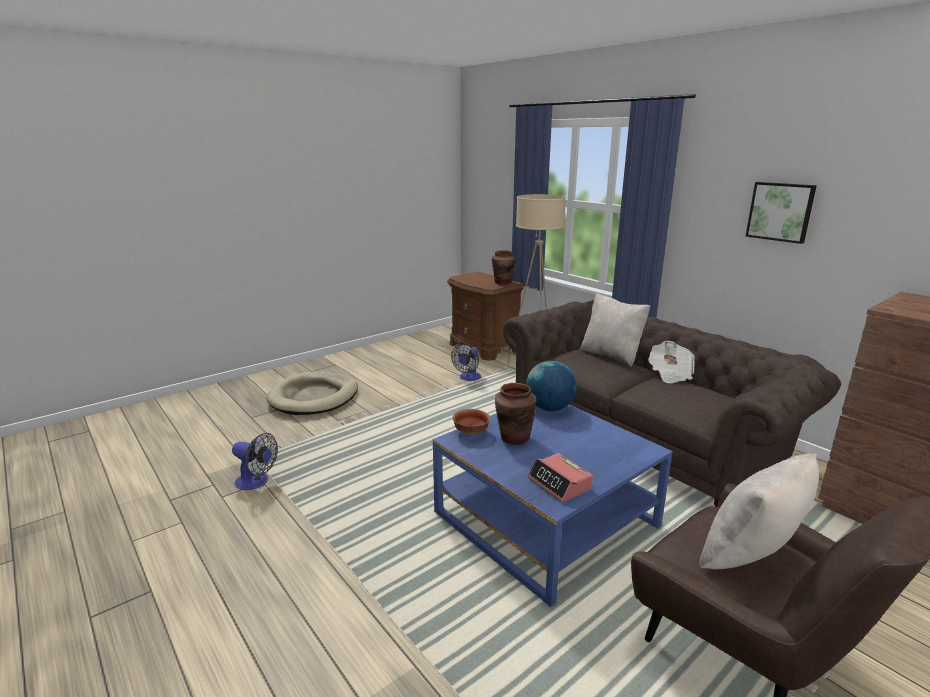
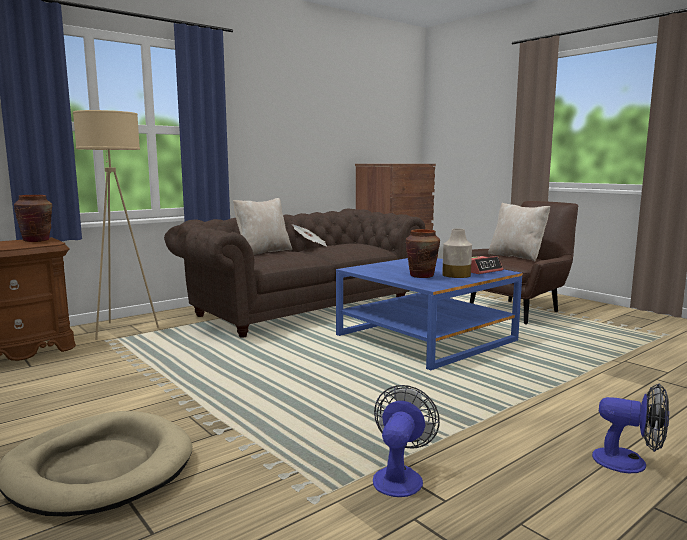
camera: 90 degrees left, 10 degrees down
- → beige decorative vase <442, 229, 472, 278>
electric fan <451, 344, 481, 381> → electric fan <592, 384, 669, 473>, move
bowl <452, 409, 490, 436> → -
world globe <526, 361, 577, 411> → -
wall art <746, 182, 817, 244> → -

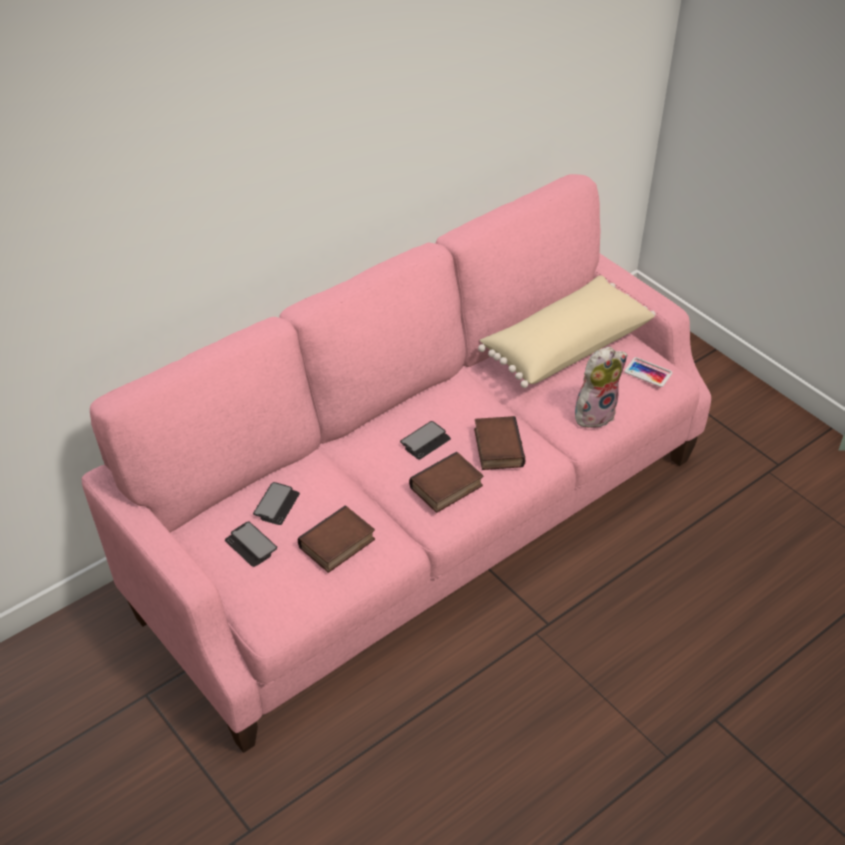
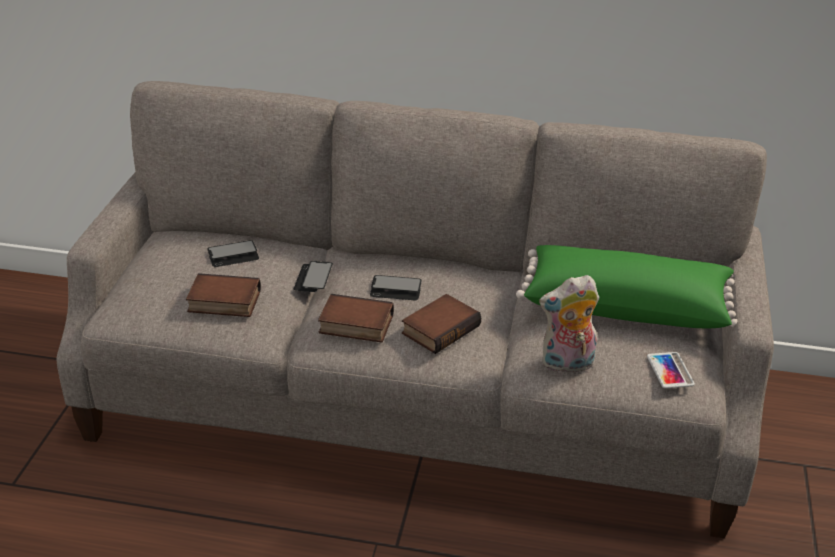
camera: 50 degrees right, 10 degrees down
pink-coloured settee <81, 174, 711, 753> → gray settee <56, 81, 774, 538>
telephone <225, 521, 277, 567> → telephone <294, 261, 333, 292>, move
beige throw pillow <478, 276, 656, 388> → green throw pillow <516, 245, 738, 328>
cuddly toy <575, 347, 628, 428> → cuddly toy <539, 275, 599, 373>, 150 degrees clockwise

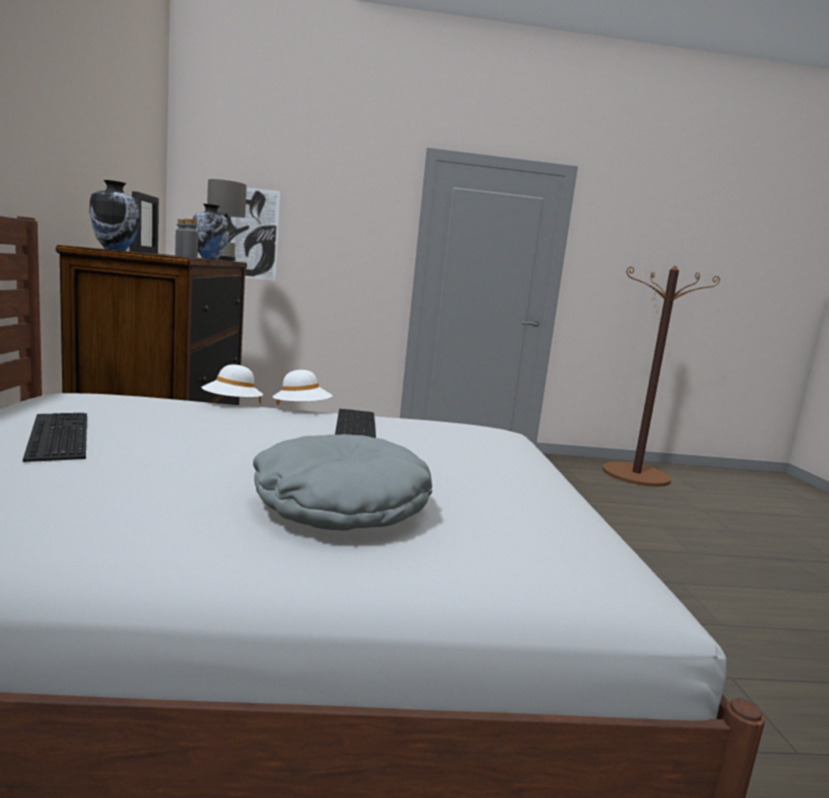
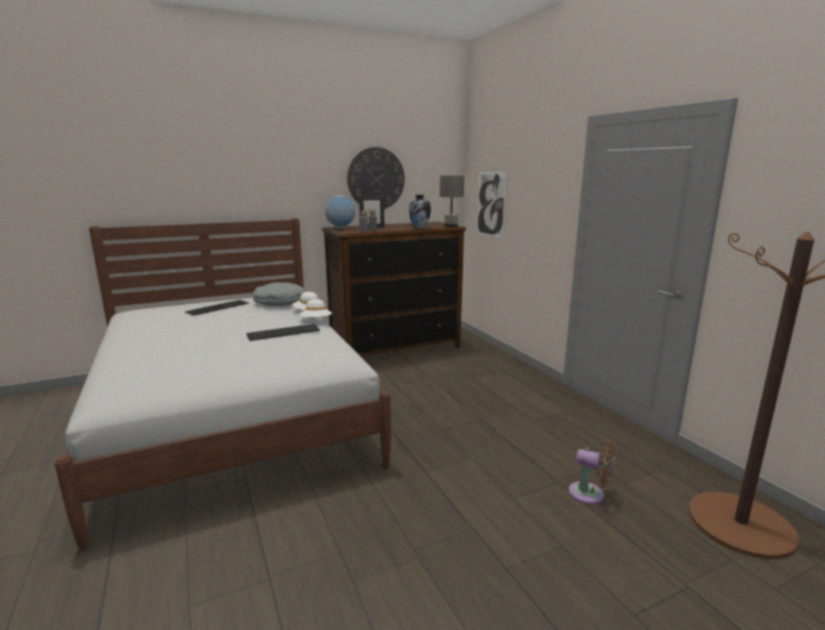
camera: 70 degrees right, 5 degrees up
gray throw pillow <253, 434, 432, 530> → gray throw pillow <253, 282, 305, 306>, move
decorative vase <90, 180, 140, 251> → world globe <324, 195, 355, 229>
- → clock on the wall <347, 147, 405, 209>
- → brown electric fan <569, 440, 616, 505>

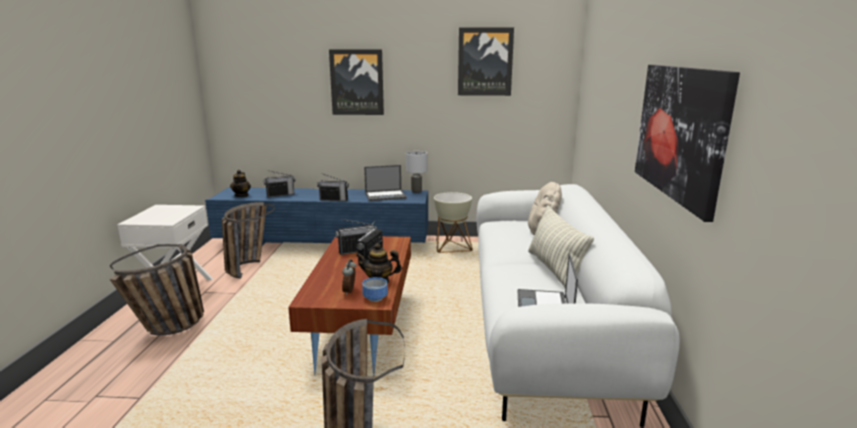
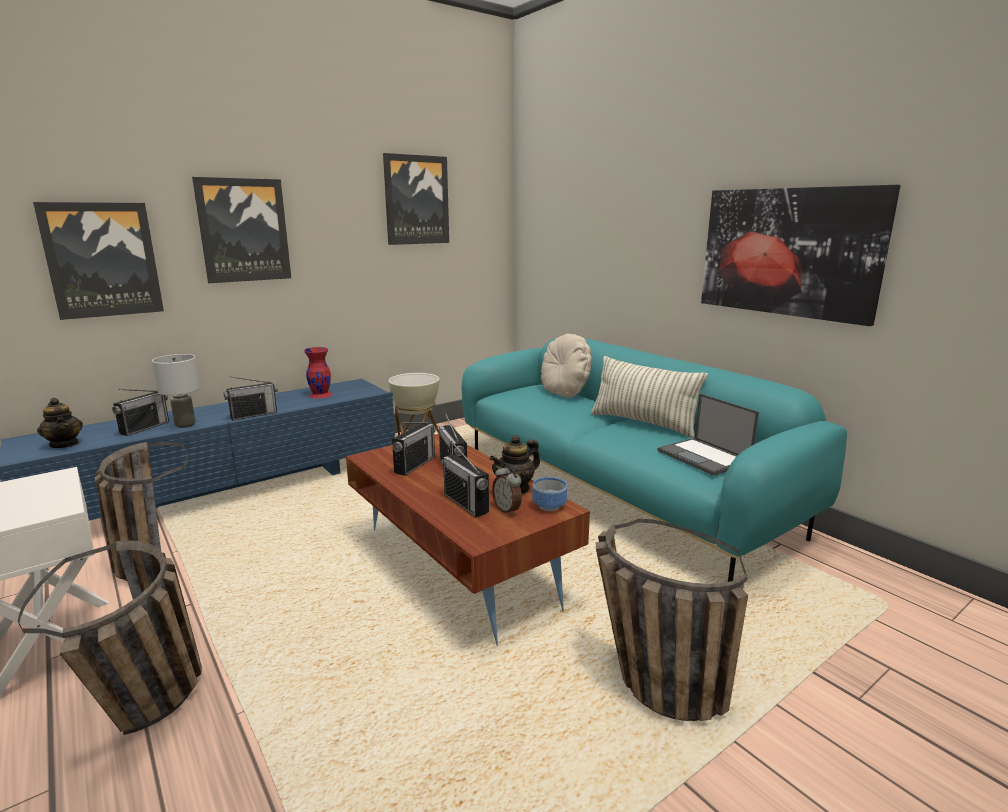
camera: 40 degrees left, 0 degrees up
- → wall art <33, 202, 164, 320>
white-coloured tabletop lamp <406, 151, 427, 193> → white-coloured tabletop lamp <152, 354, 200, 428>, move
portable computer <364, 165, 407, 201> → red-coloured decorative vase <304, 347, 332, 399>
- → radio <442, 441, 489, 517>
white-coloured settee <477, 184, 680, 428> → turquoise settee <462, 338, 847, 582>

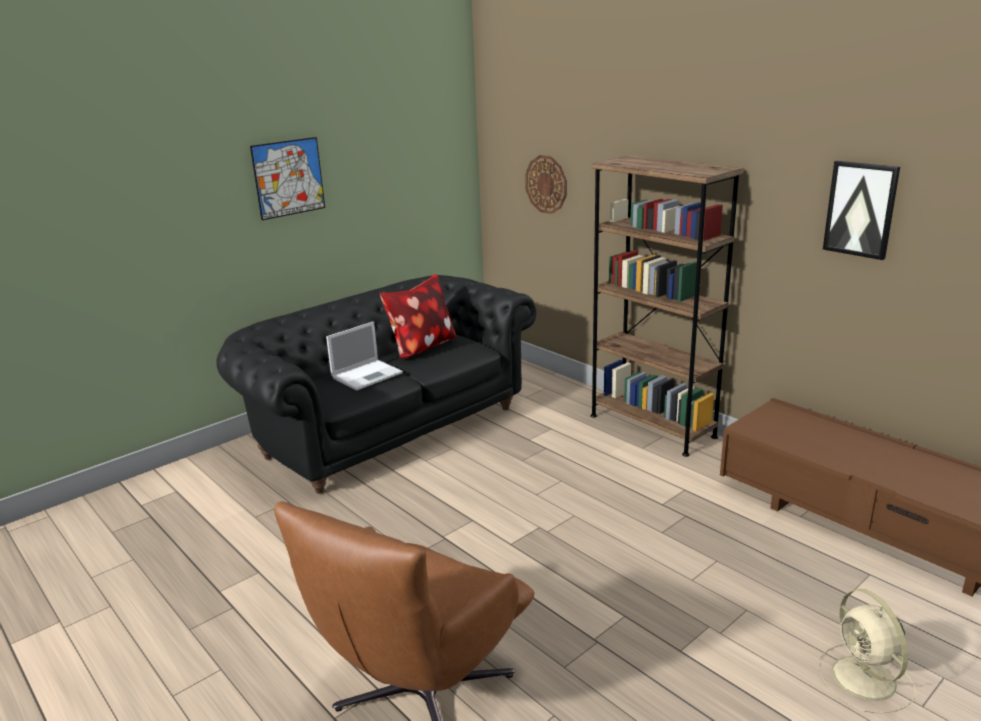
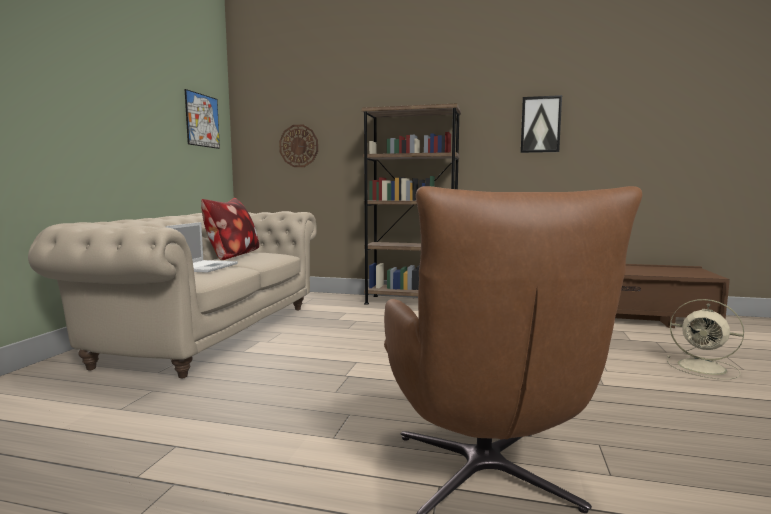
camera: 35 degrees left, 15 degrees down
black settee <216, 275, 537, 494> → beige settee <28, 211, 317, 379>
wall art <250, 137, 325, 220> → wall art <185, 89, 220, 149>, move

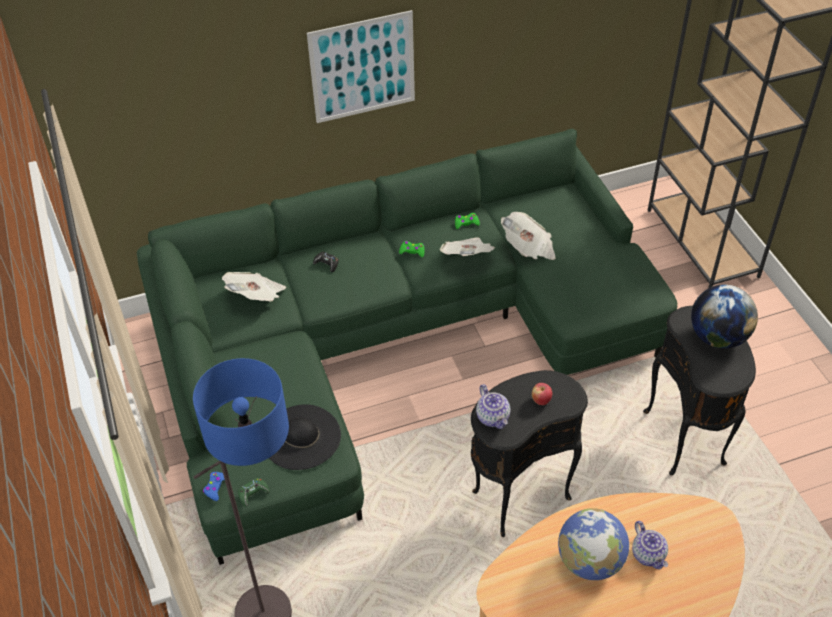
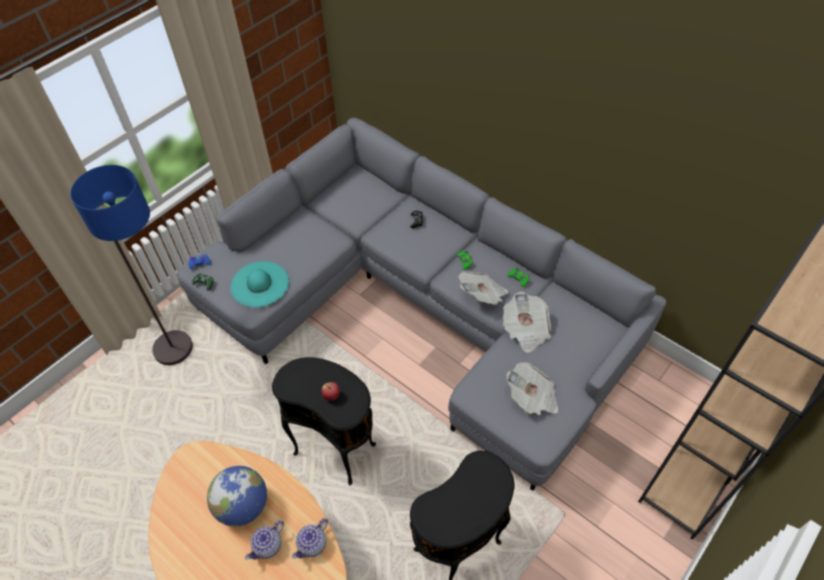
camera: 60 degrees right, 5 degrees up
green settee <137, 129, 677, 565> → gray settee <176, 118, 666, 491>
black wearable hat <269, 404, 341, 470> → turquoise wearable hat <231, 261, 289, 307>
pot for tea <476, 384, 510, 429> → pot for tea <292, 518, 328, 559>, move
daily paper <222, 272, 286, 302> → daily paper <507, 362, 558, 415>, move
wall art <307, 10, 415, 123> → -
world globe <691, 285, 758, 349> → -

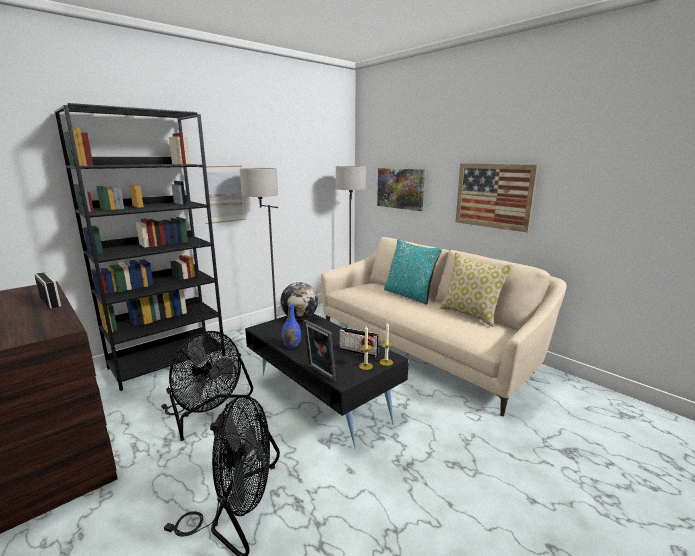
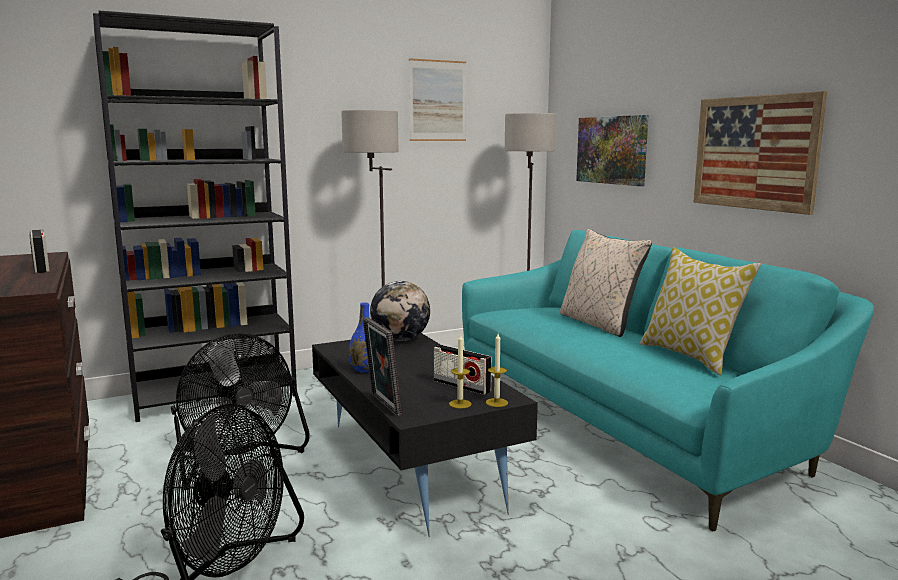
camera: 15 degrees right, 5 degrees down
wall art <199, 166, 246, 224> → wall art <409, 58, 466, 141>, move
beige settee <321, 237, 566, 417> → turquoise settee <462, 230, 874, 532>
turquoise throw pillow <384, 239, 442, 304> → beige throw pillow <560, 229, 652, 337>

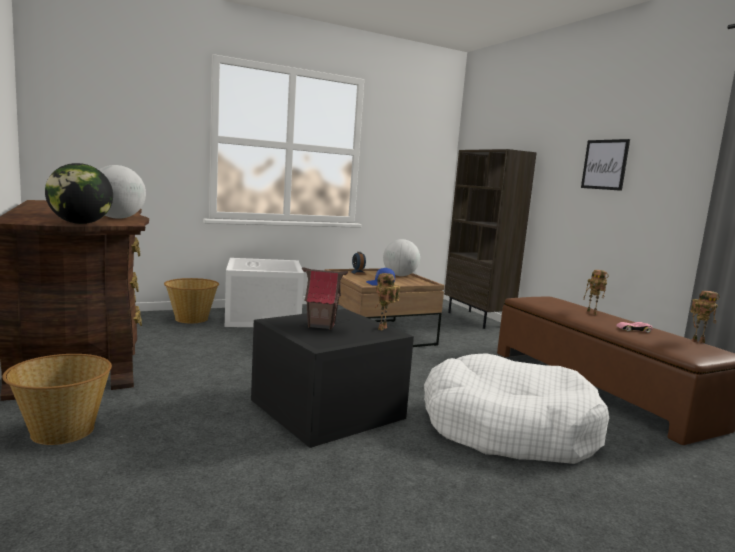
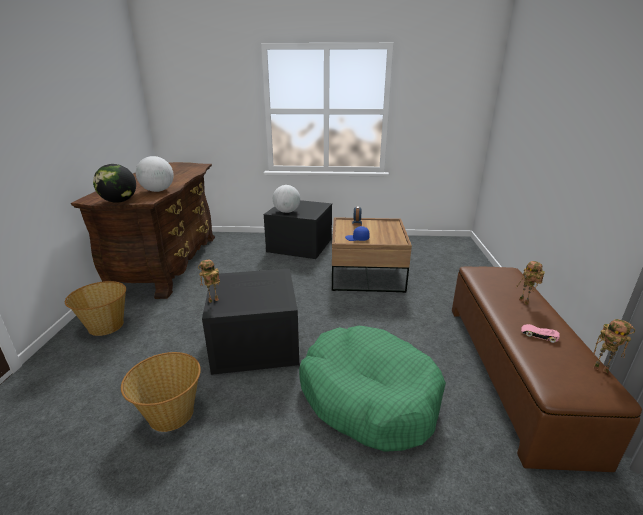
camera: 30 degrees right, 15 degrees up
basket <164, 278, 219, 323> → basket <121, 352, 201, 432>, move
model robot <375, 273, 400, 330> → model robot <198, 260, 220, 303>, move
white-coloured storage bin <225, 258, 304, 327> → black storage bin <264, 200, 332, 259>
world globe <383, 239, 420, 276> → world globe <273, 185, 300, 213>, move
white-coloured dog bed <424, 353, 609, 464> → green dog bed <299, 326, 446, 452>
toy house <302, 267, 348, 330> → -
brown bookshelf <444, 149, 537, 329> → -
wall art <581, 139, 630, 191> → -

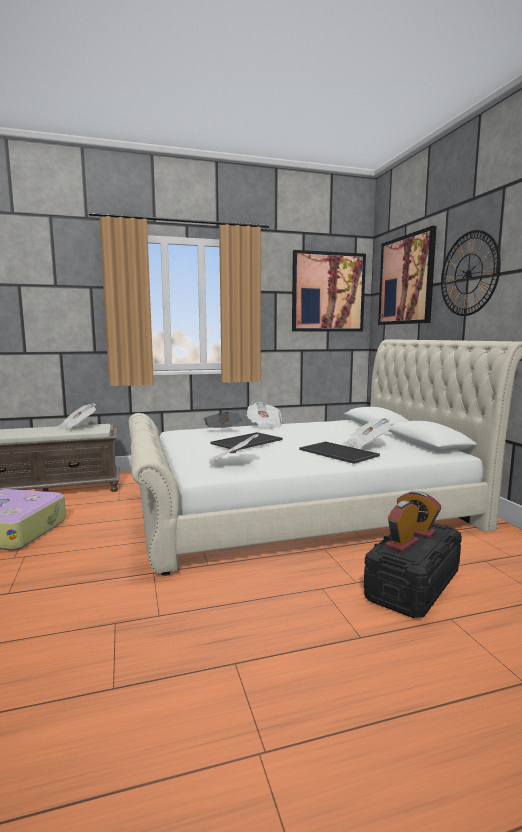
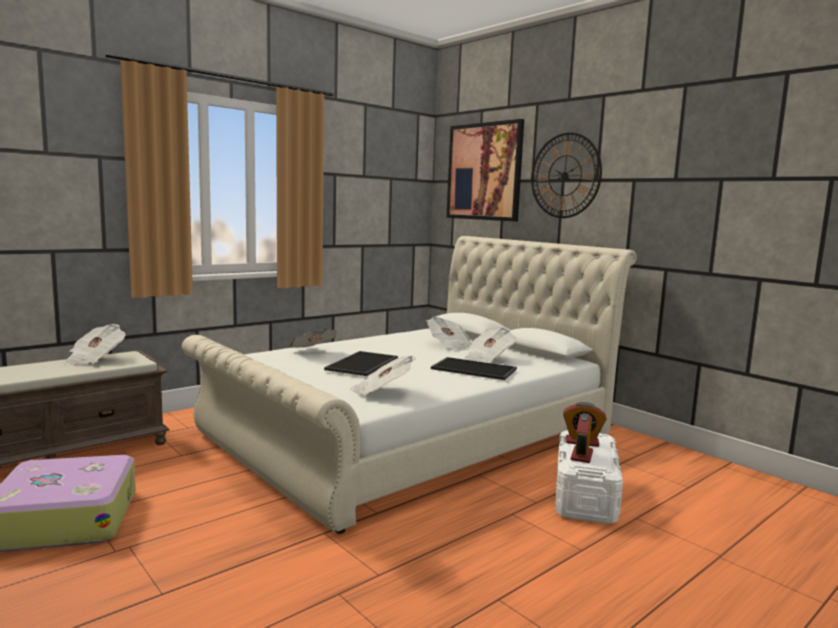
camera: 25 degrees left, 0 degrees up
daily paper <247, 402, 282, 430> → daily paper <427, 317, 472, 351>, move
black storage bin <364, 523, 462, 618> → white-coloured storage bin <555, 430, 623, 524>
wall art <292, 250, 366, 332> → -

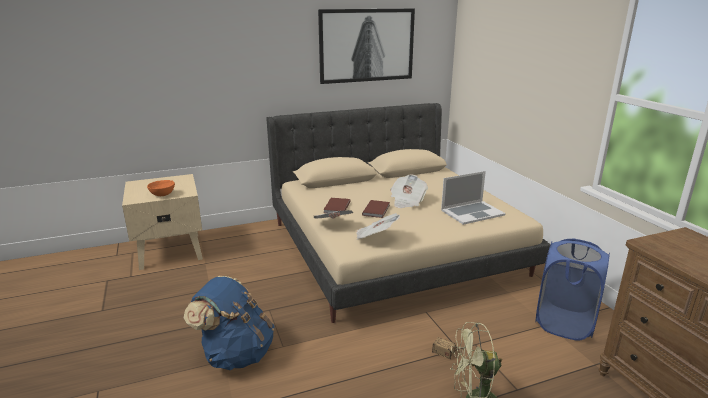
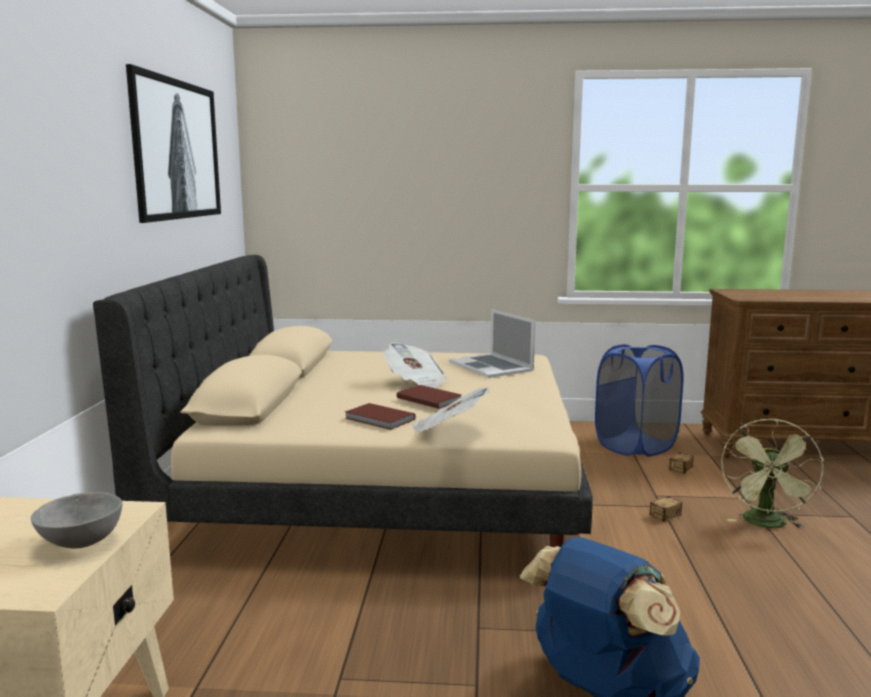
camera: 65 degrees left, 10 degrees down
orange bowl <147, 180, 175, 196> → gray bowl <31, 492, 123, 549>
portable computer <441, 171, 506, 225> → portable computer <449, 309, 535, 378>, 150 degrees clockwise
- → storage bin <669, 442, 694, 474>
daily paper <356, 213, 400, 240> → -

